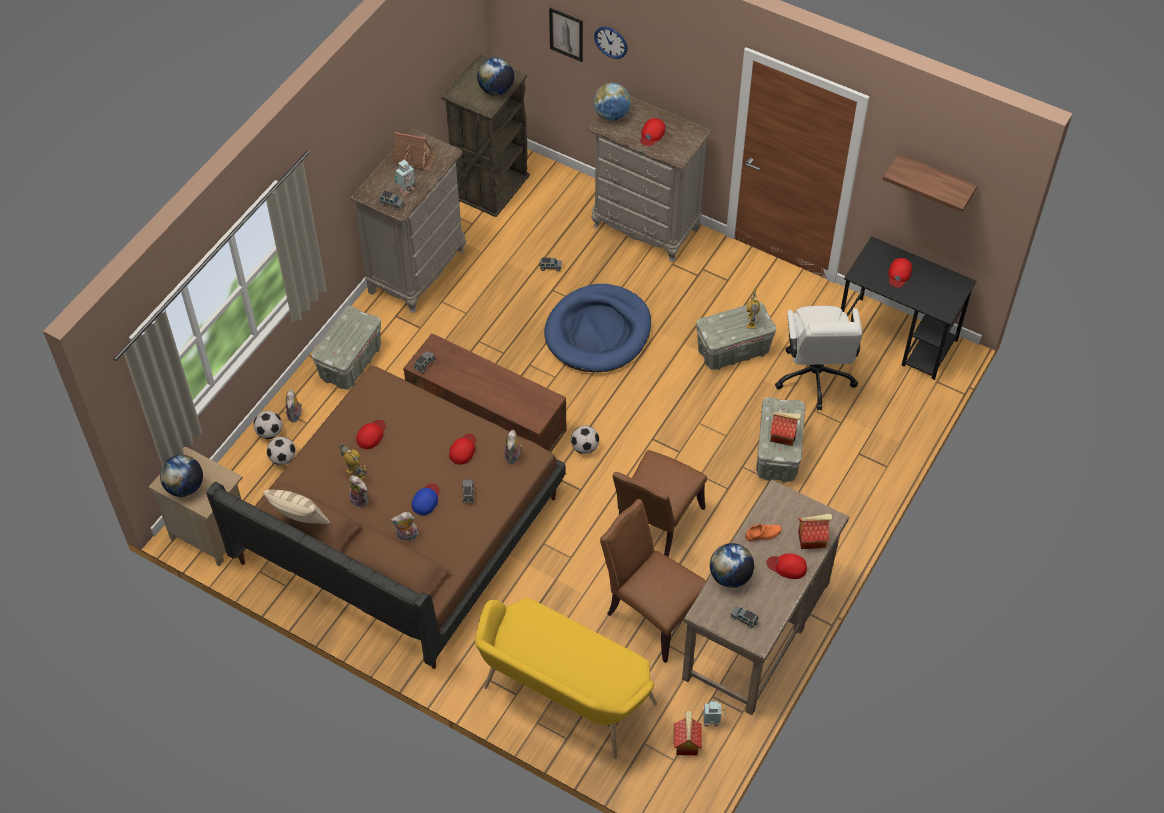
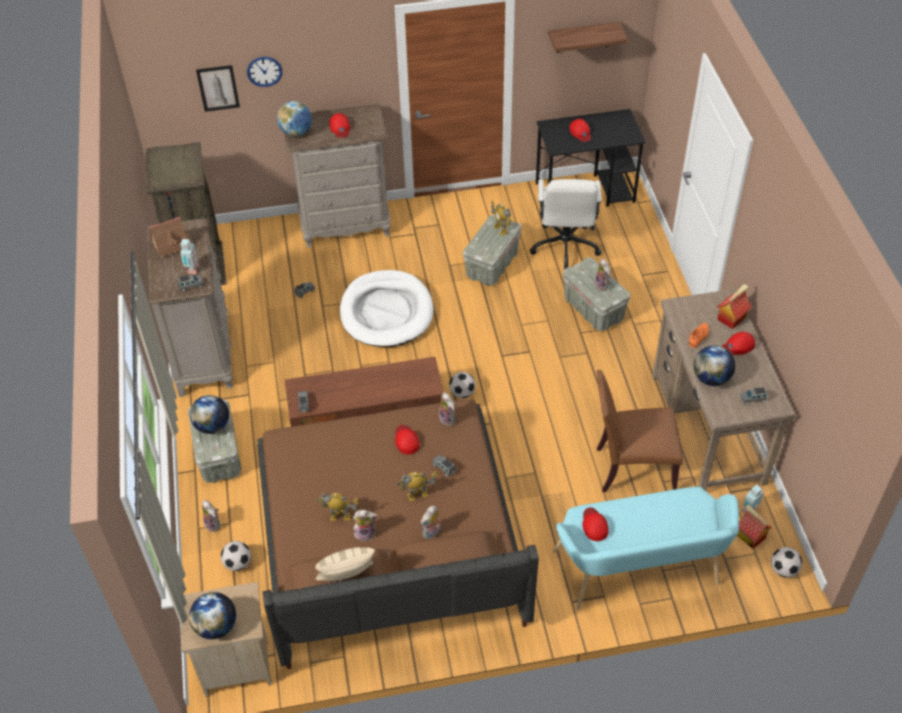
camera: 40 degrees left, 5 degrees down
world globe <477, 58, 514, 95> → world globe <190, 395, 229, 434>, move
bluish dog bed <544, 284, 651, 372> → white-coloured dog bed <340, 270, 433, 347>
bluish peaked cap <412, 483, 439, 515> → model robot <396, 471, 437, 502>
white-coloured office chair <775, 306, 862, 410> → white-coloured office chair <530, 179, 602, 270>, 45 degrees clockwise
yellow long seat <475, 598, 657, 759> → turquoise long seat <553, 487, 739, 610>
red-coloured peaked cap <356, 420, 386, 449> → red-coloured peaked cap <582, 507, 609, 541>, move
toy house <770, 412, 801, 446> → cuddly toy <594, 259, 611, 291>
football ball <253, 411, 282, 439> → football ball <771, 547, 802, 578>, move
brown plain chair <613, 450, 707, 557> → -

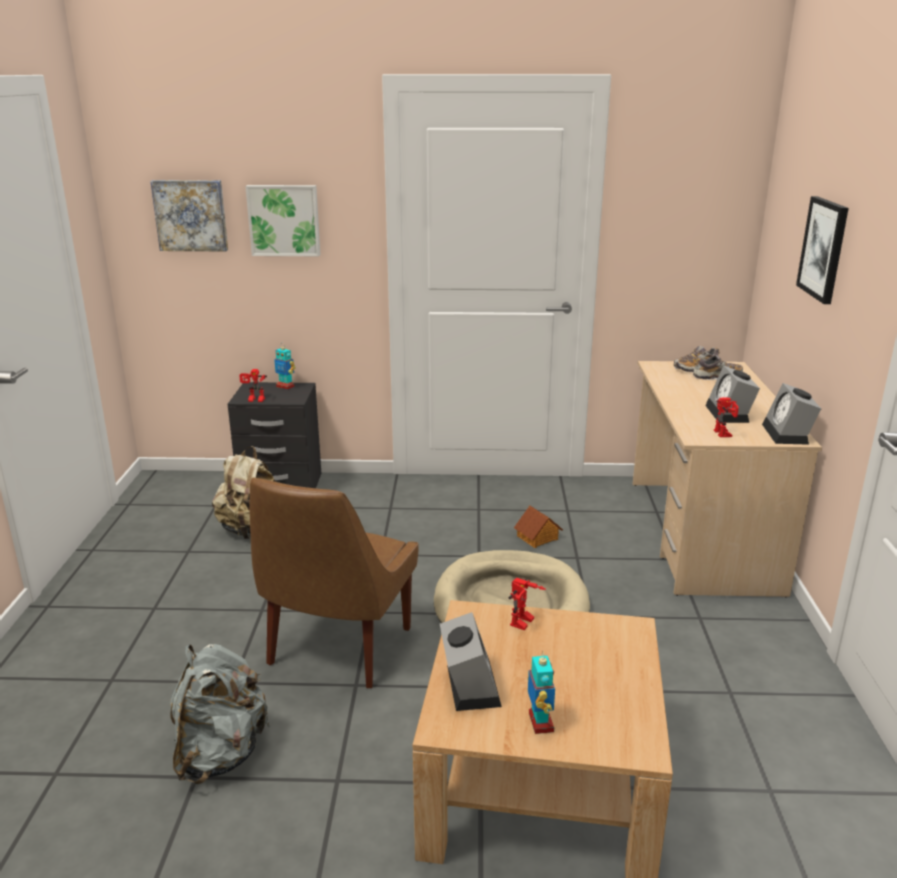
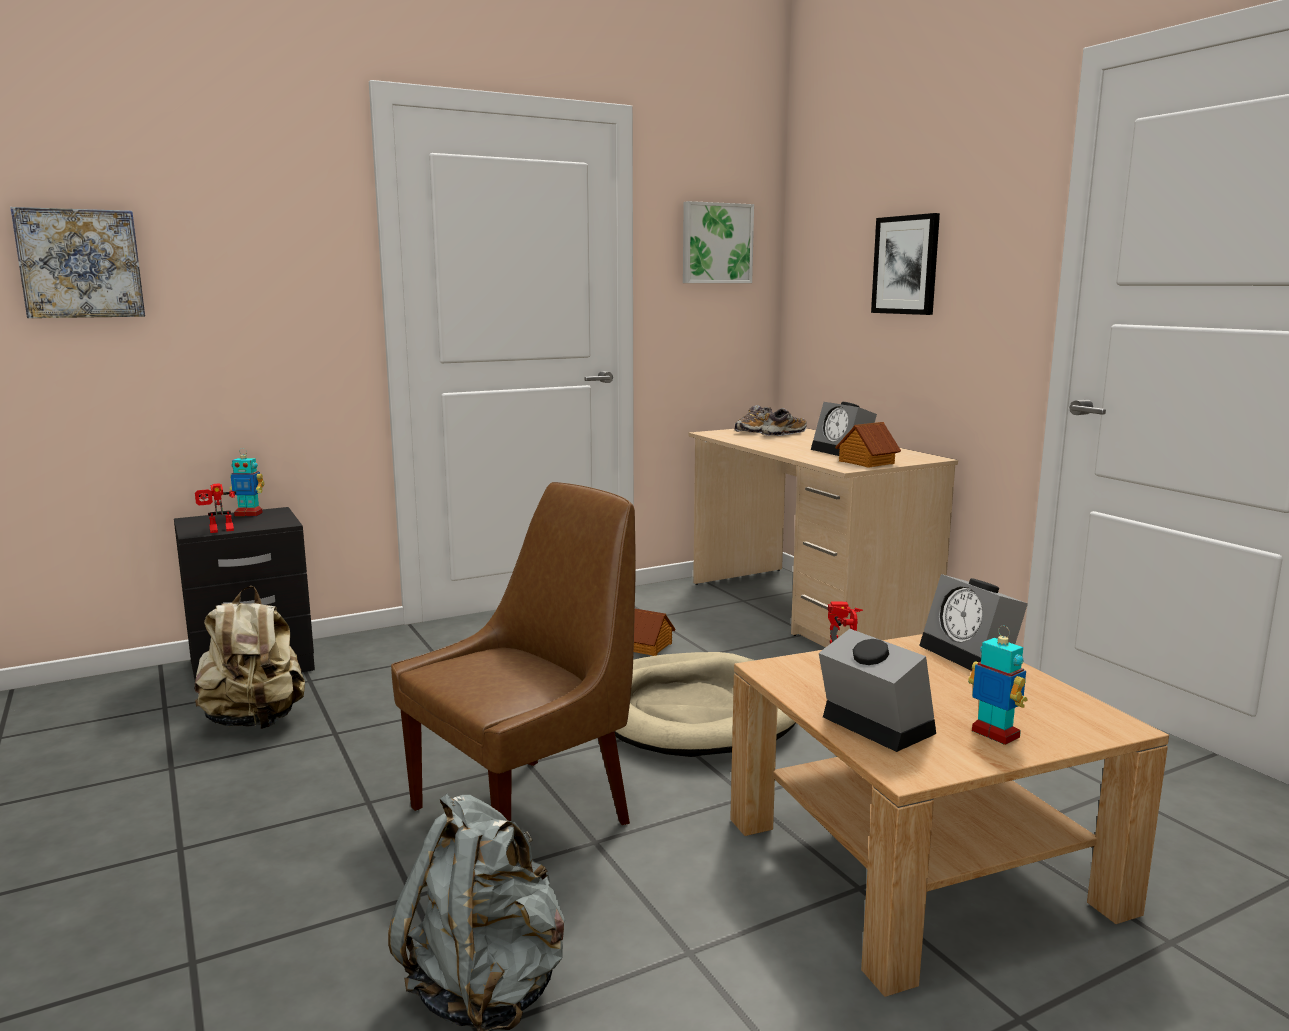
camera: 30 degrees left, 10 degrees down
brown plain chair <250, 477, 419, 688> → brown plain chair <391, 482, 636, 825>, 120 degrees counterclockwise
wall art <245, 185, 321, 256> → wall art <683, 201, 754, 283>, move
model robot <714, 397, 739, 437> → toy house <835, 422, 901, 467>
alarm clock <762, 383, 821, 445> → alarm clock <919, 574, 1028, 671>, move

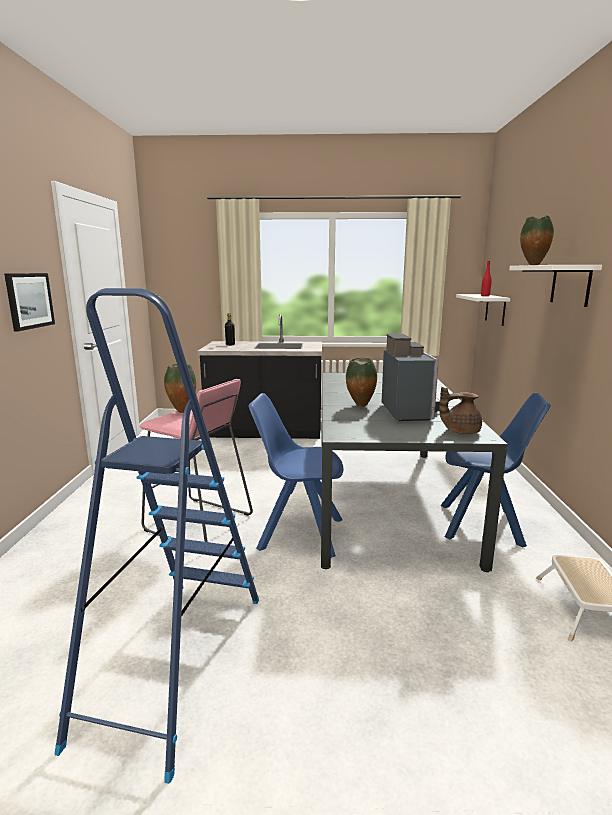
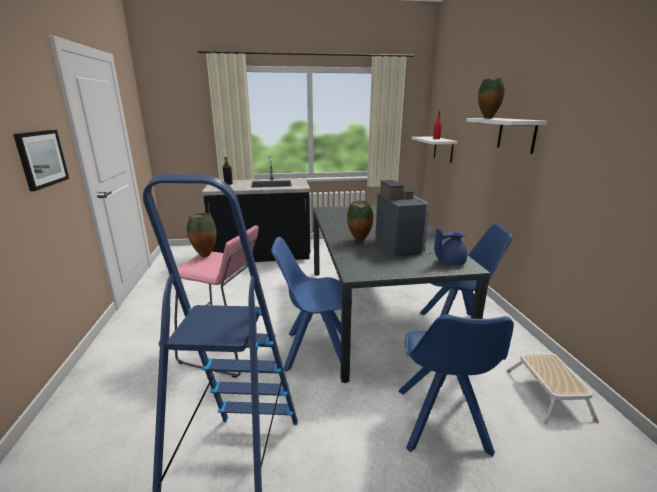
camera: 10 degrees left, 5 degrees up
- → bluish plain chair <398, 314, 514, 457>
brown pot for tea <439, 387, 482, 434> → bluish pot for tea <434, 228, 467, 266>

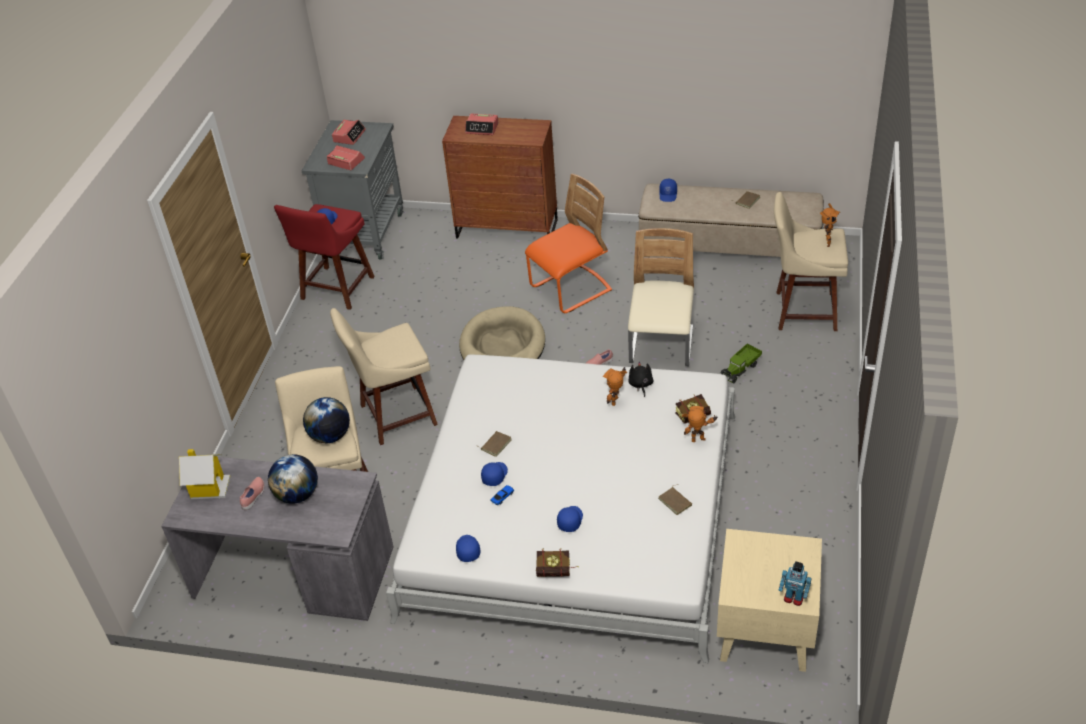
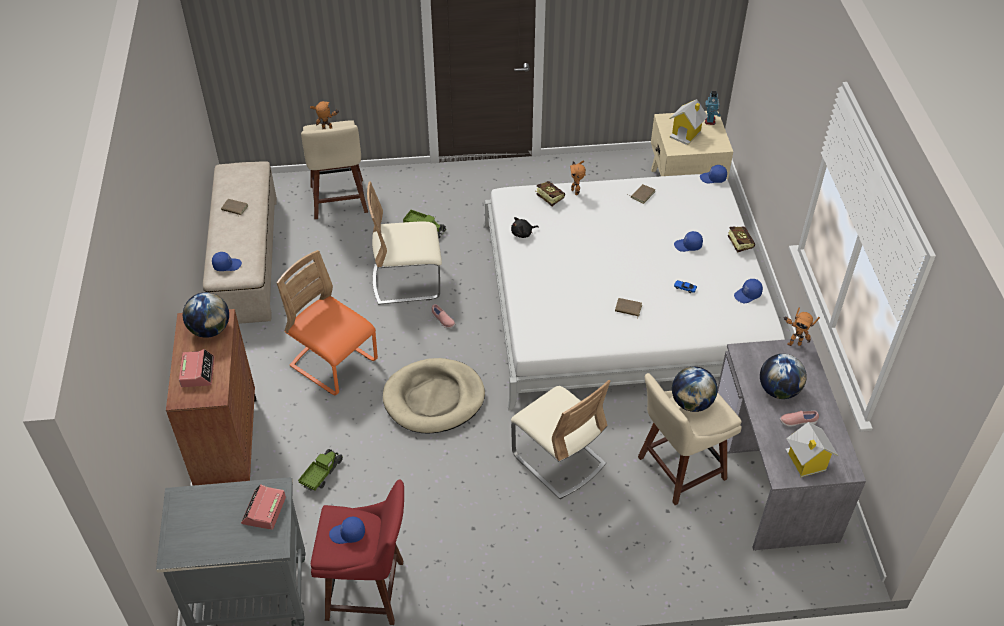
camera: 110 degrees left, 5 degrees up
- → world globe <183, 292, 229, 338>
- → model truck <298, 449, 342, 491>
beige stool <330, 308, 438, 445> → beige plain chair <511, 380, 610, 499>
- → toy house <669, 99, 708, 145>
bluish peaked cap <481, 462, 508, 486> → bluish peaked cap <700, 165, 727, 183>, move
model robot <603, 367, 627, 406> → model robot <783, 307, 820, 346>, move
alarm clock <332, 120, 366, 145> → -

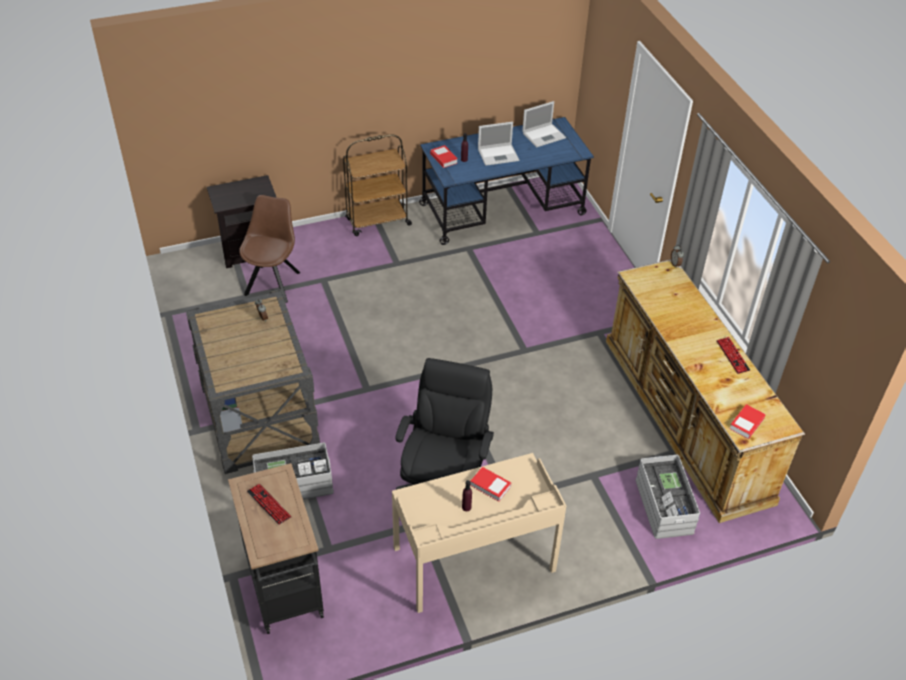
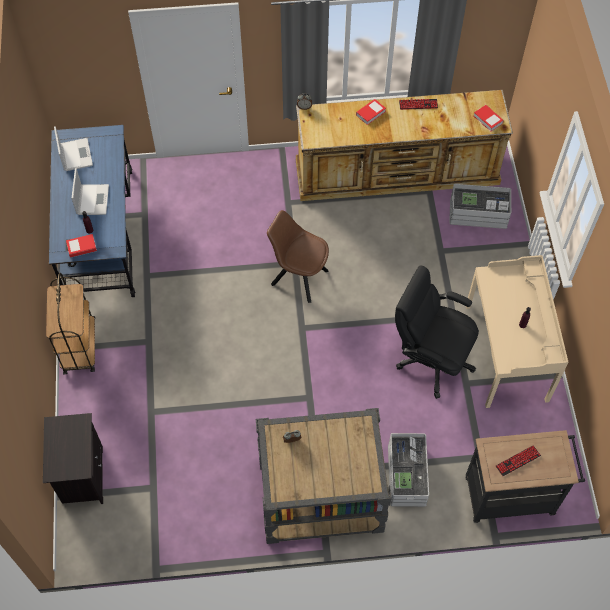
camera: 75 degrees left, 15 degrees up
brown plain chair <239, 195, 300, 303> → brown plain chair <267, 210, 329, 303>, move
bound book <470, 467, 511, 502> → bound book <356, 99, 386, 125>, move

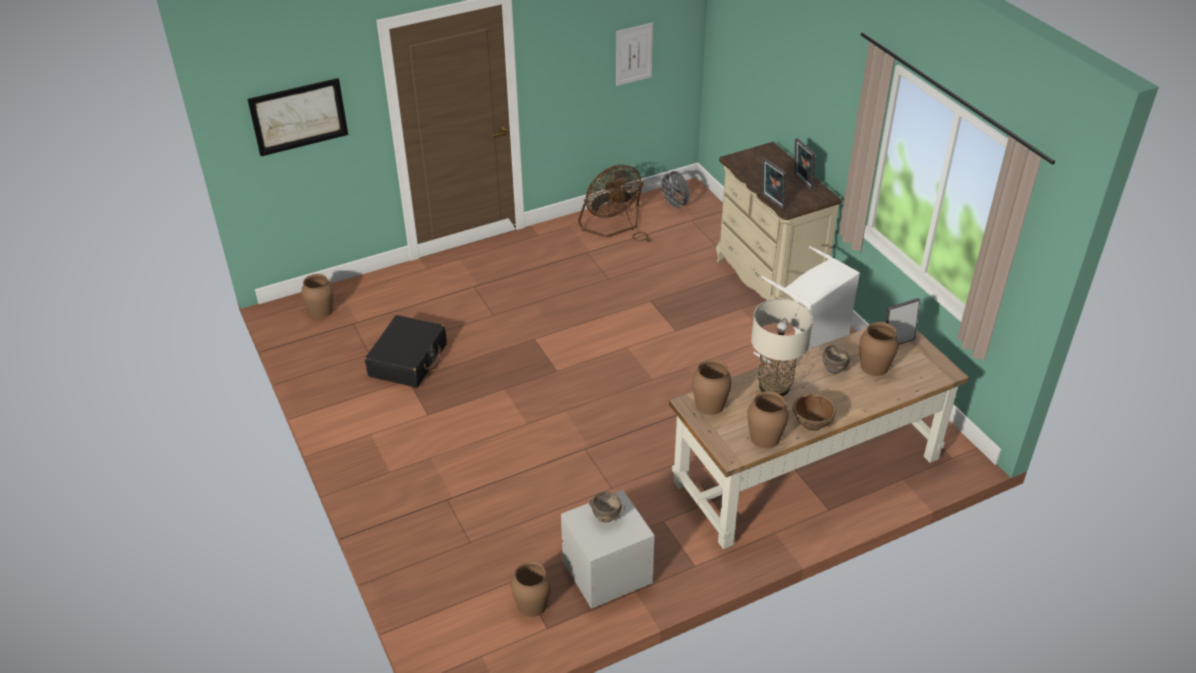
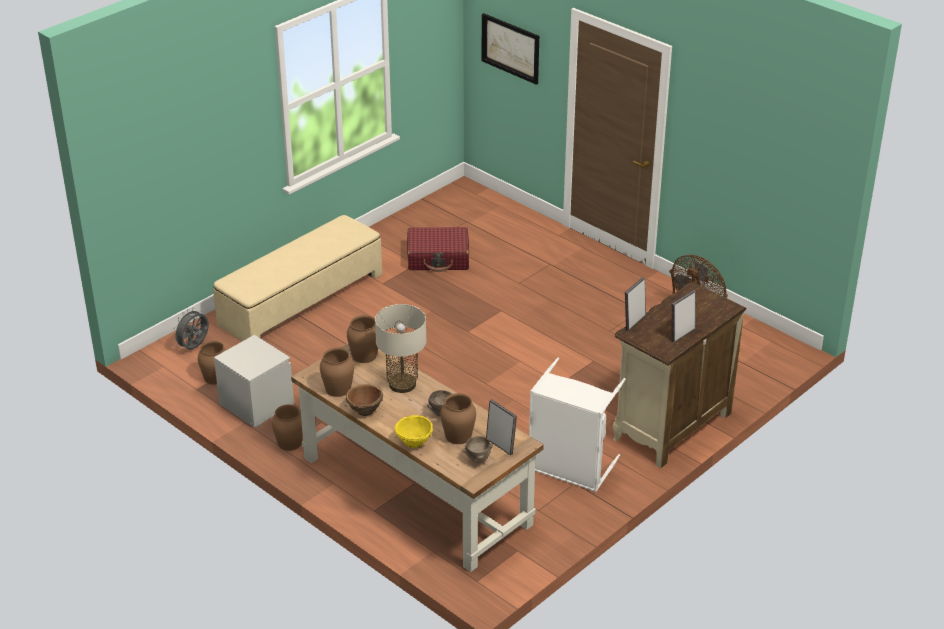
camera: 70 degrees right, 5 degrees down
gray electric fan <659, 171, 690, 210> → gray electric fan <172, 308, 209, 349>, move
- → beige long seat <213, 215, 382, 341>
brown decorative vase <302, 274, 334, 318> → brown decorative vase <272, 404, 303, 451>, move
- → yellow bowl <394, 415, 433, 448>
black piece of luggage <365, 315, 447, 388> → red-coloured piece of luggage <407, 227, 469, 272>
brown bowl <589, 492, 625, 522> → brown bowl <462, 436, 493, 463>, move
wall art <616, 23, 653, 86> → -

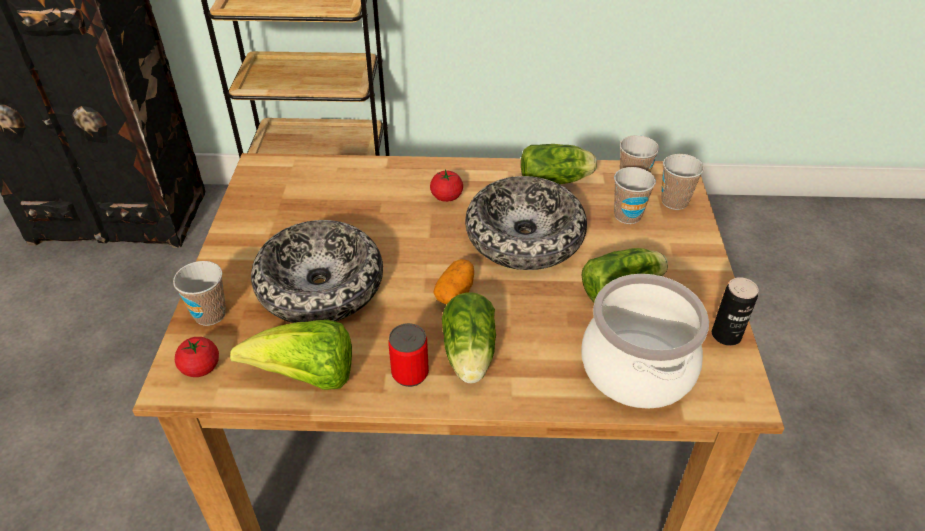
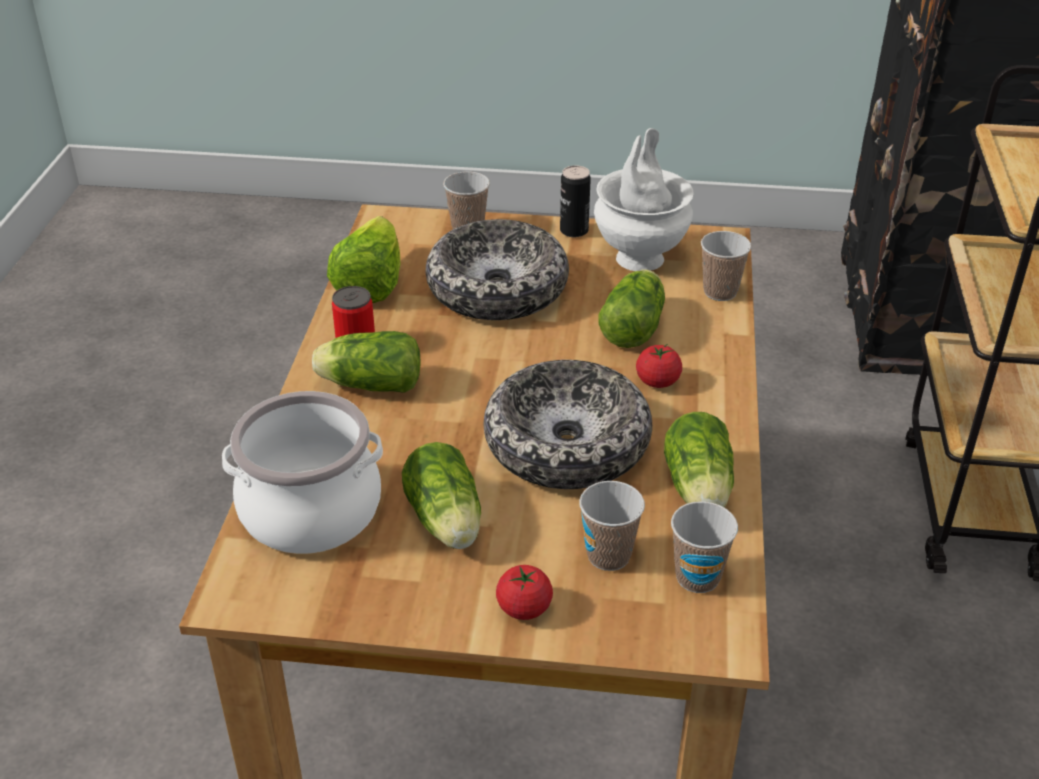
camera: 95 degrees right, 5 degrees down
fresh tomato <175, 337, 219, 377> → fresh tomato <496, 565, 553, 620>, move
metal can <712, 277, 759, 346> → metal can <560, 165, 591, 237>, move
- → white-coloured decorative vase <594, 128, 694, 271>
- → head of lettuce <598, 270, 665, 348>
small cup <661, 154, 704, 210> → small cup <701, 231, 751, 301>, move
spud <433, 259, 474, 304> → -

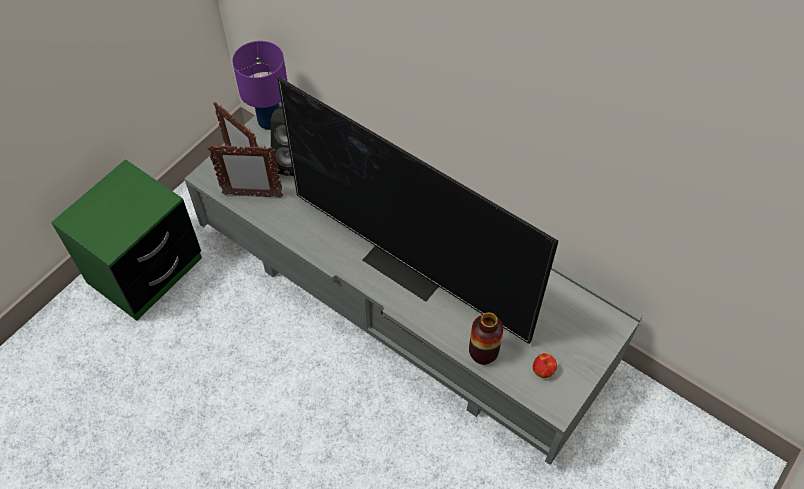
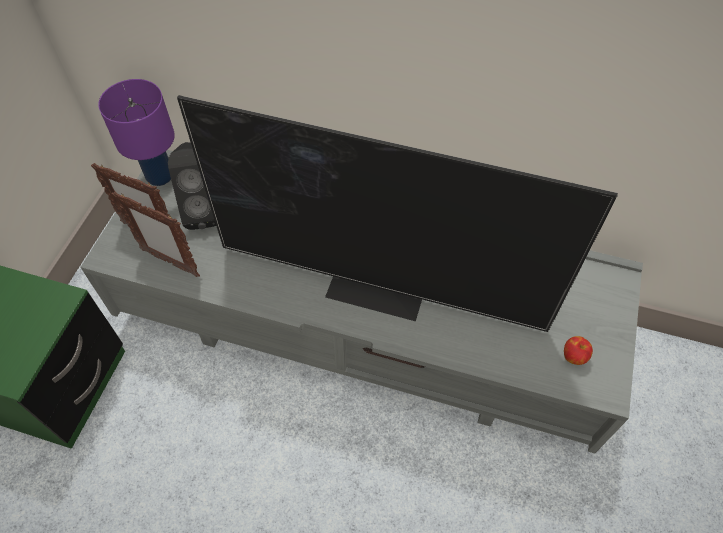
camera: 20 degrees left, 0 degrees up
standing frame <207, 145, 283, 198> → standing frame <112, 192, 200, 277>, 45 degrees clockwise
decorative vase <469, 312, 503, 365> → -

